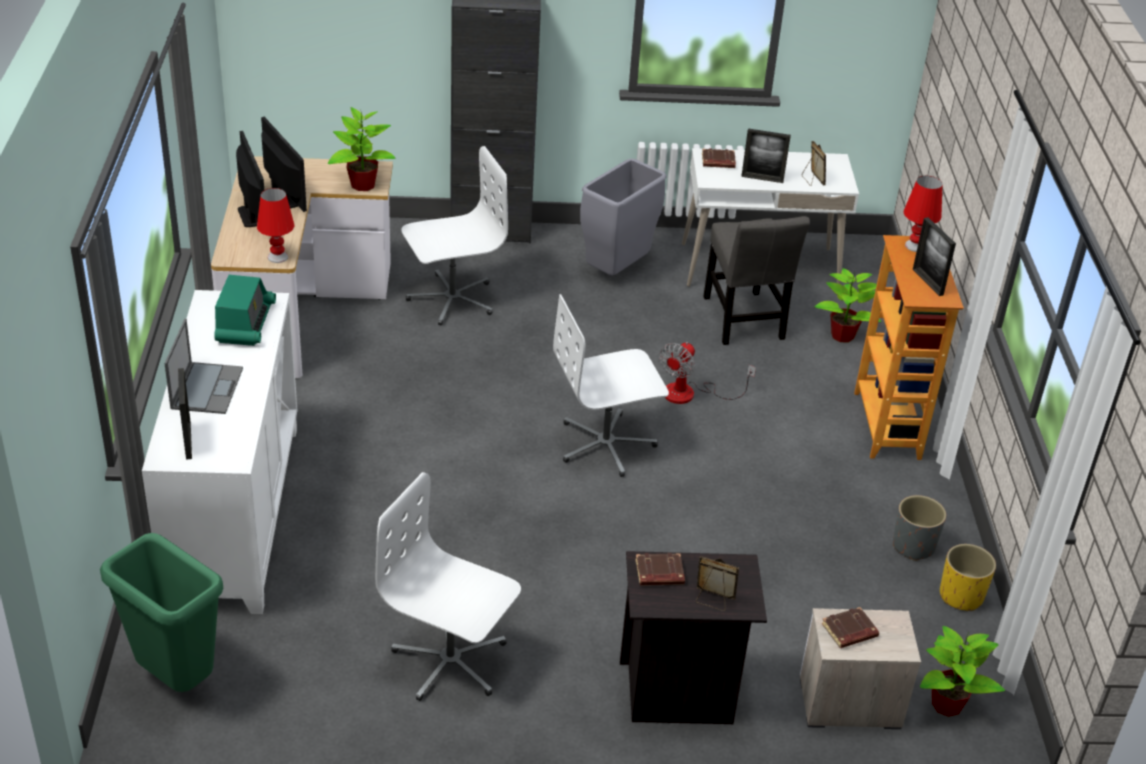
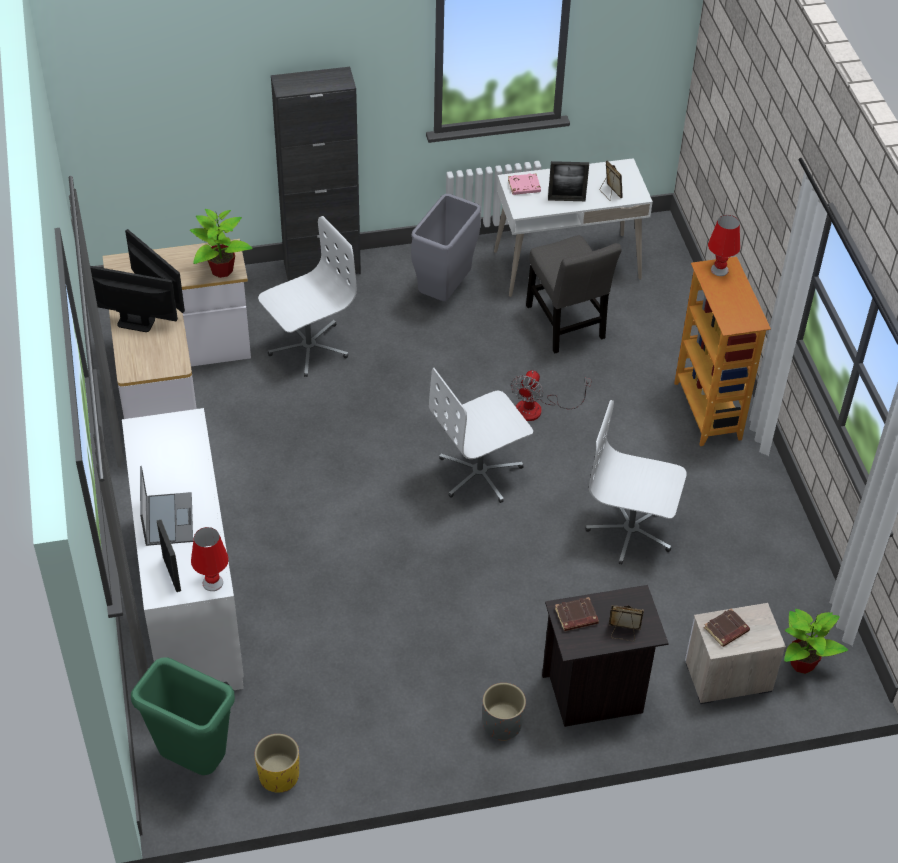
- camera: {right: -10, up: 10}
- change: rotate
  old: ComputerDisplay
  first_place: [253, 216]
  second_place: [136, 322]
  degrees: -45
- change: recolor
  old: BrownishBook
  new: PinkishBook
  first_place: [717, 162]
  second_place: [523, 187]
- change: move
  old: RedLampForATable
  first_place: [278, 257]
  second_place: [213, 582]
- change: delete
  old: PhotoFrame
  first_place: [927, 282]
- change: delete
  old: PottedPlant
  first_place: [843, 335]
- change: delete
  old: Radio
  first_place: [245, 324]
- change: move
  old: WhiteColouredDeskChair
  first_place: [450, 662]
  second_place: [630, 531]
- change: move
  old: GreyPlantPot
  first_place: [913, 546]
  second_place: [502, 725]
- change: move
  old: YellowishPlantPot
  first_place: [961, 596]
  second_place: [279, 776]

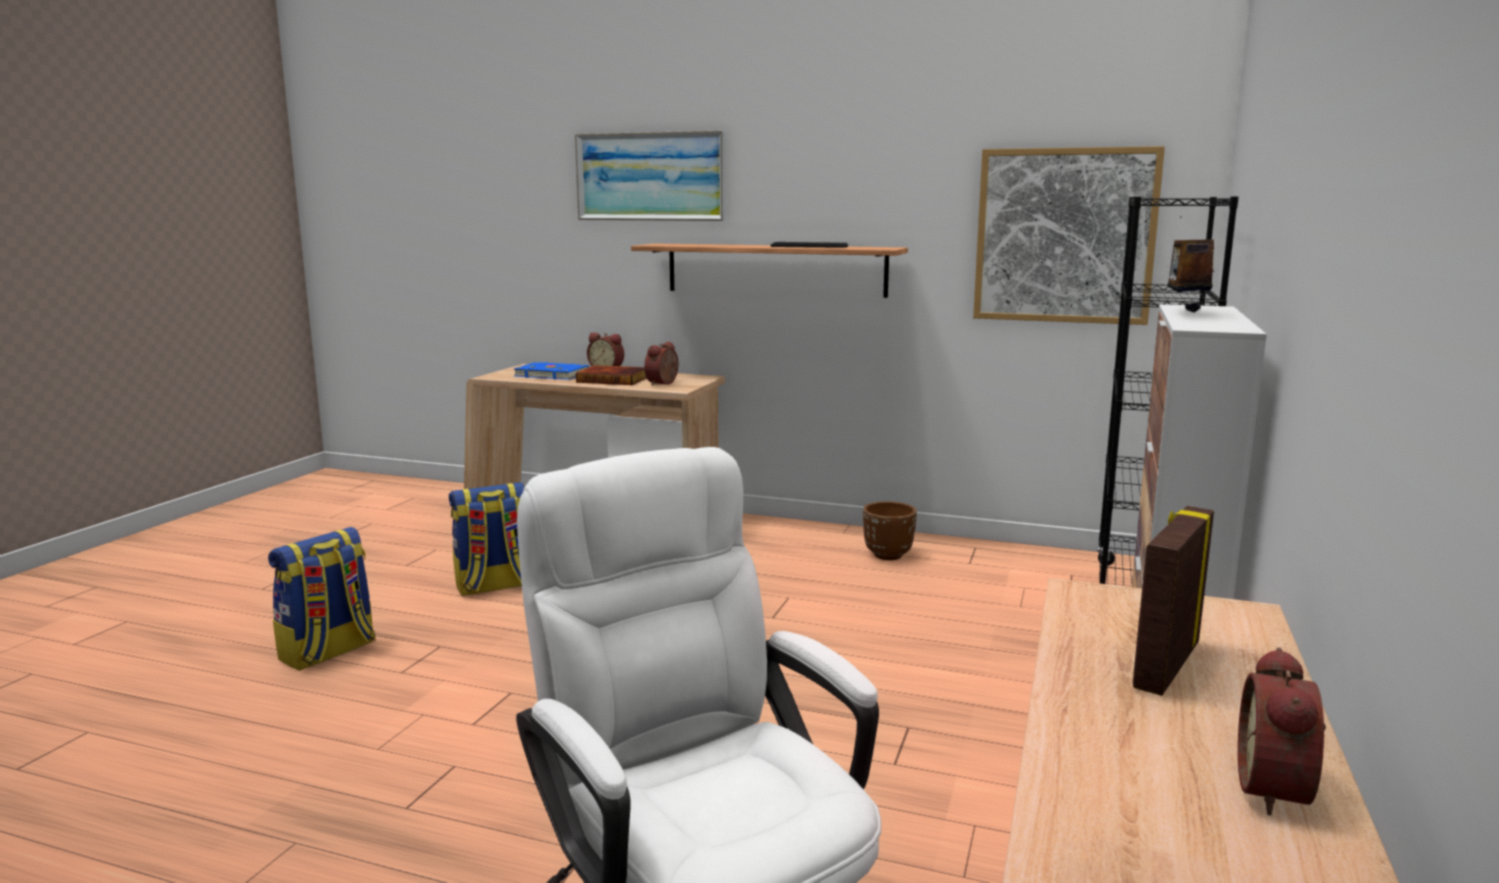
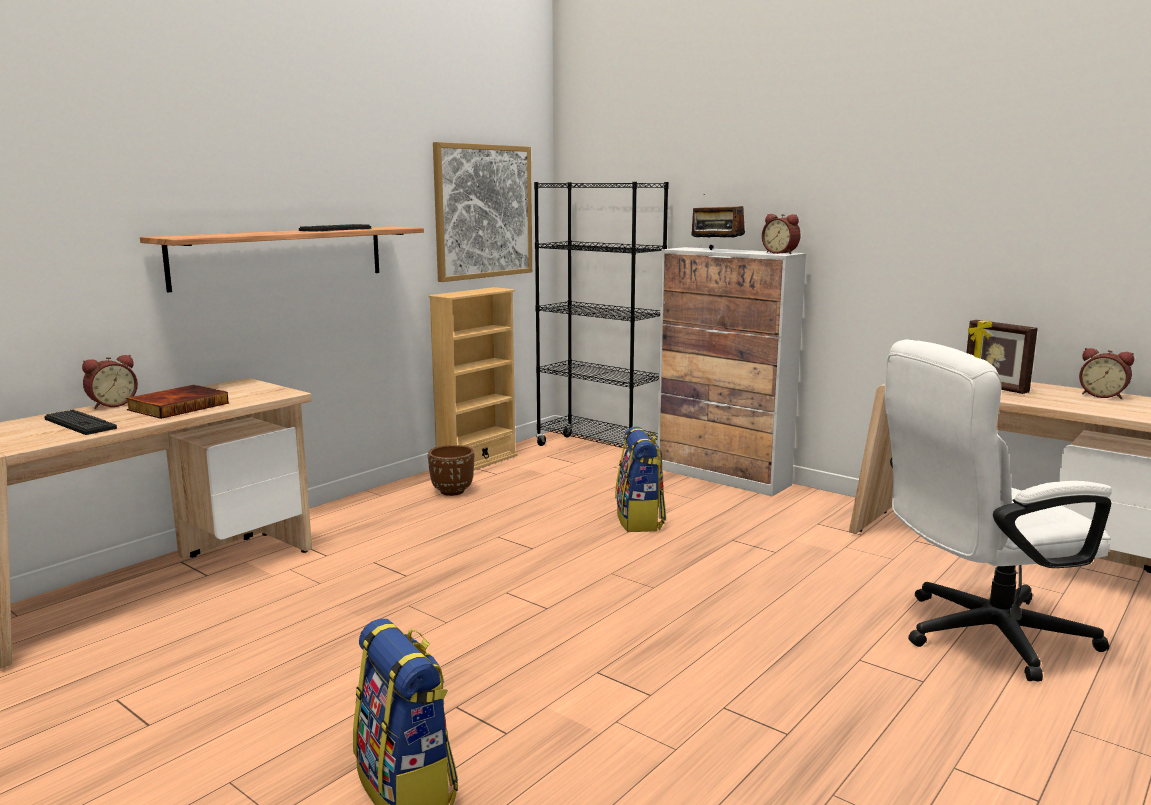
- camera: {right: -70, up: 0}
- change: delete
  old: Picture
  first_place: [650, 176]
- change: move
  old: TableClock
  first_place: [664, 383]
  second_place: [781, 253]
- change: replace
  old: BluishBook
  new: PcKeyboard
  first_place: [552, 374]
  second_place: [80, 423]
- change: move
  old: Backpack
  first_place: [493, 586]
  second_place: [640, 521]
- change: insert
  new: BeigeBookcase
  second_place: [477, 463]

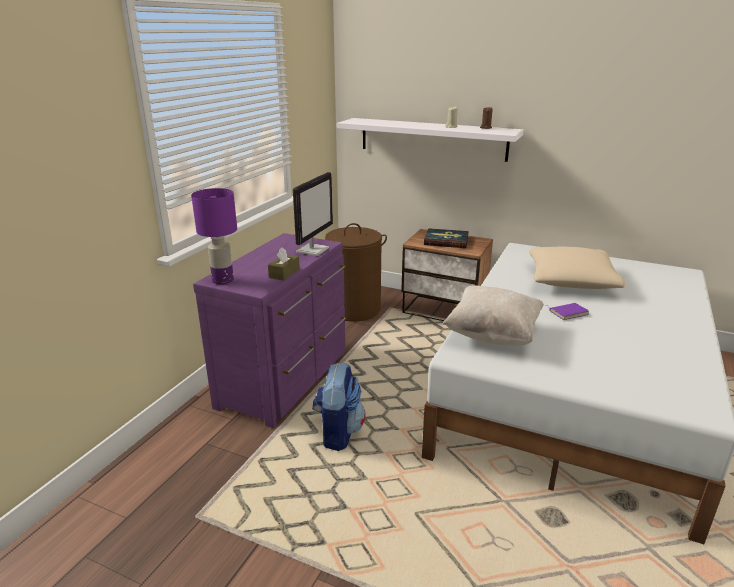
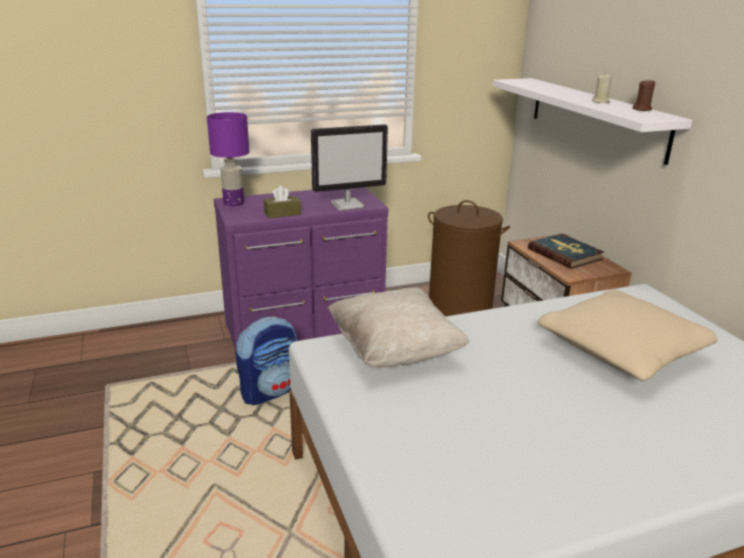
- camera: {right: 45, up: 0}
- change: delete
  old: PurplishBook
  first_place: [568, 312]

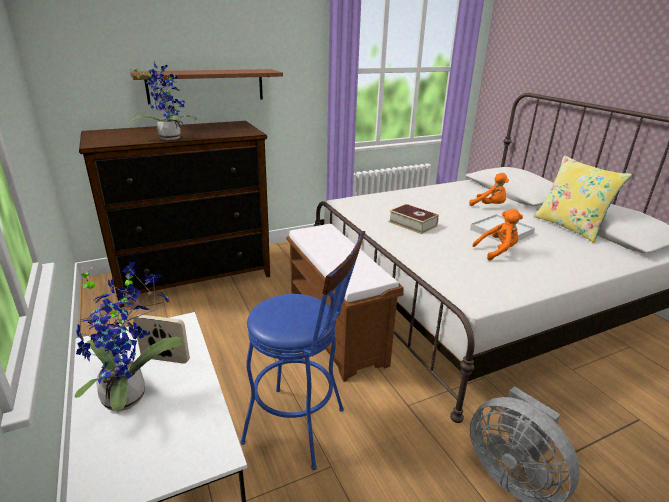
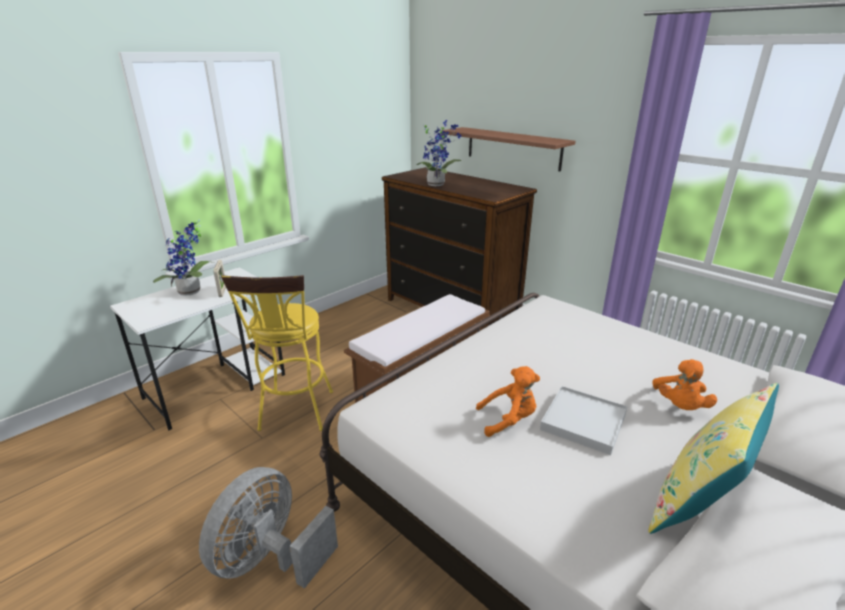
- camera: {right: 70, up: 0}
- change: delete
  old: Book
  first_place: [412, 224]
- change: rotate
  old: OrangeColouredSoftToy
  first_place: [497, 251]
  second_place: [509, 420]
  degrees: -60
- change: recolor
  old: BluishStoolSeat
  new: YellowishStoolSeat
  first_place: [303, 428]
  second_place: [295, 414]

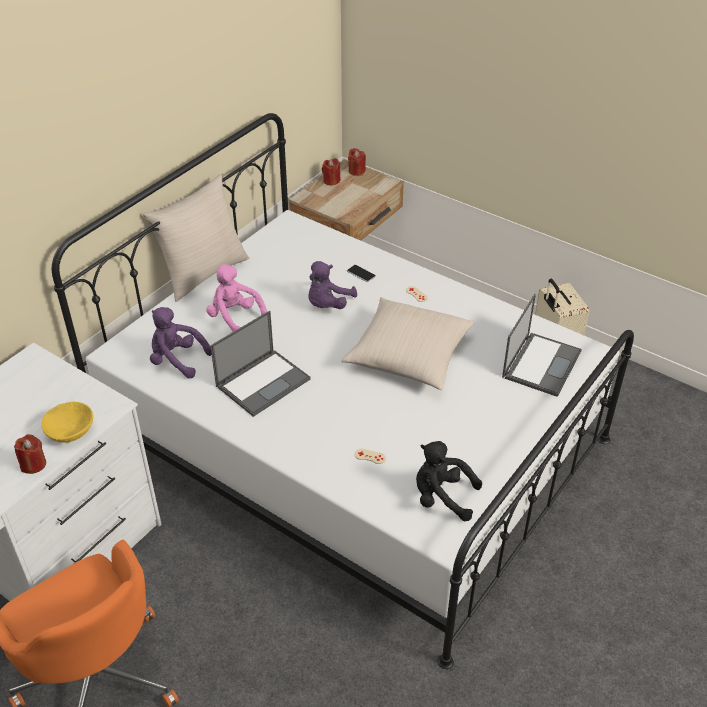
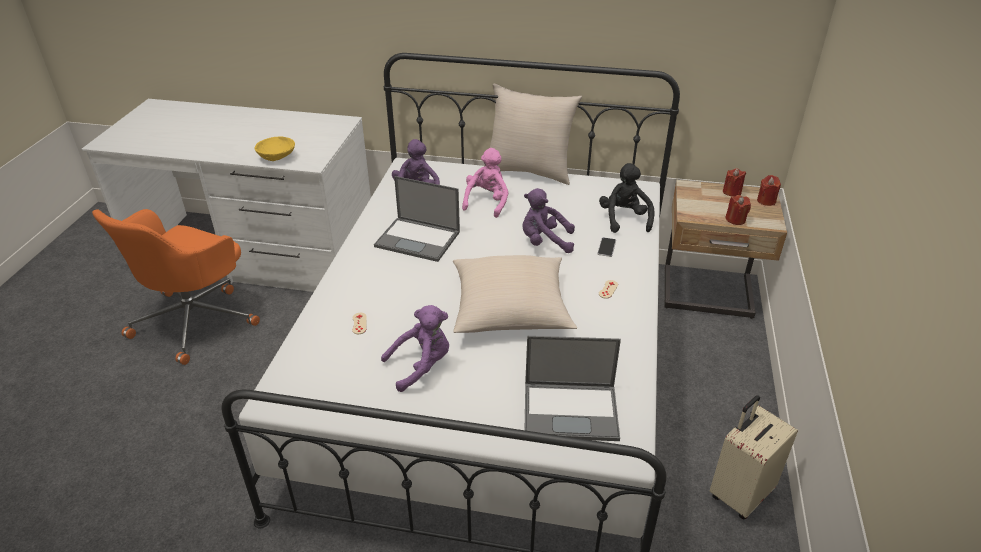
- camera: {right: 65, up: -5}
- change: move
  old: RedCandle
  first_place: [33, 464]
  second_place: [735, 219]
- change: move
  old: BlackishSoftToy
  first_place: [442, 497]
  second_place: [624, 219]
- change: insert
  new: PurplishSoftToy
  second_place: [421, 366]

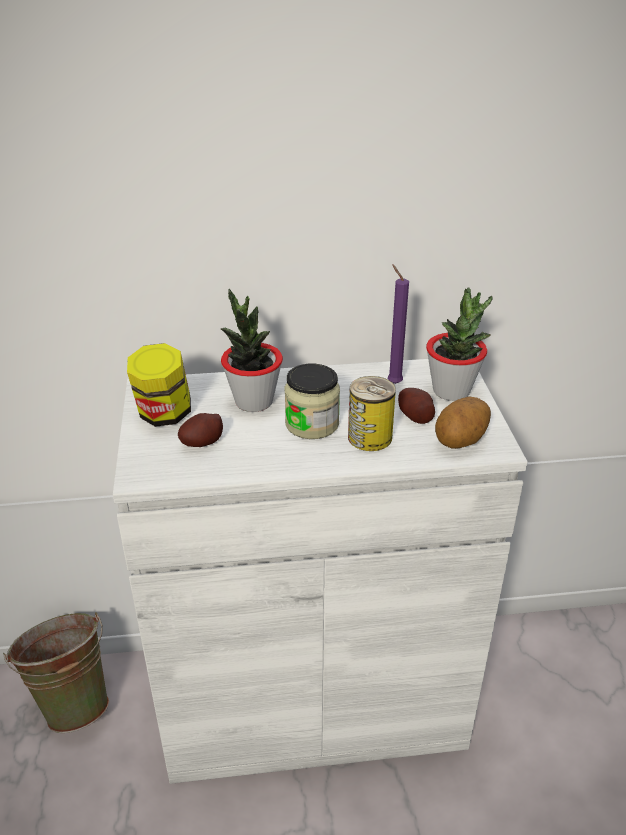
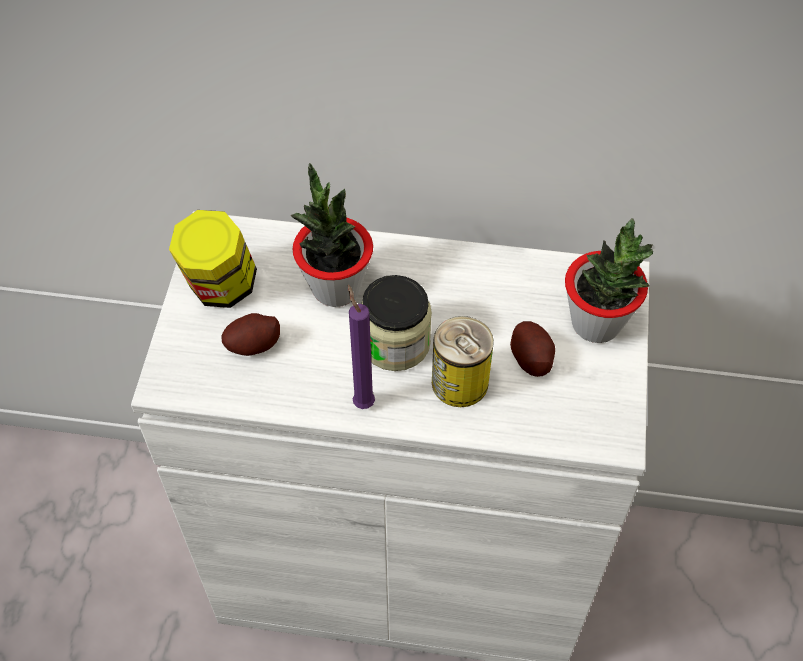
- camera: {right: 15, up: 20}
- change: move
  old: PurplishCandle
  first_place: [393, 382]
  second_place: [362, 401]
- change: delete
  old: Spud
  first_place: [461, 441]
- change: delete
  old: GreenWaterBucket
  first_place: [73, 701]

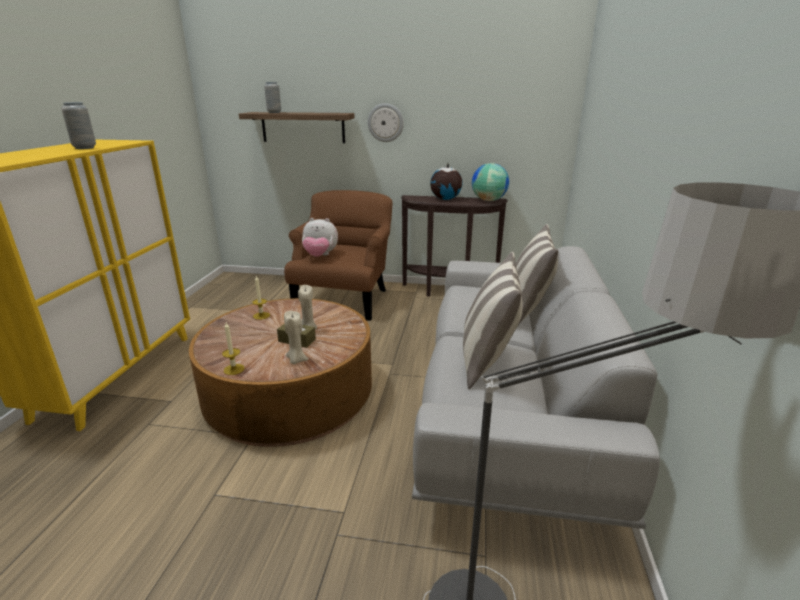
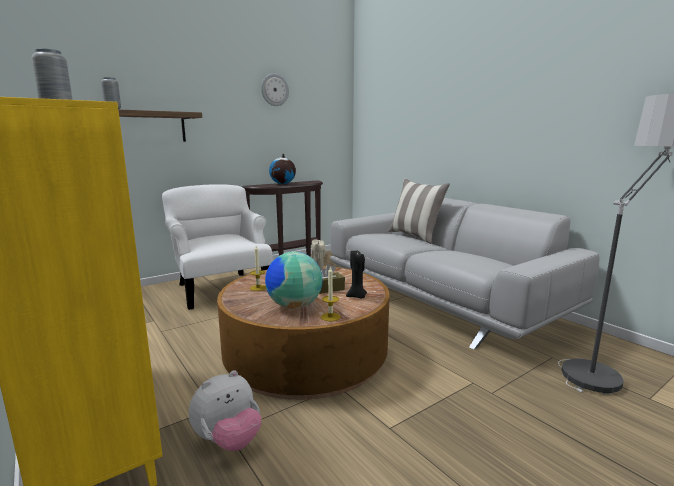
- camera: {right: -45, up: -10}
- change: move
  old: WallClock
  first_place: [385, 122]
  second_place: [274, 90]
- change: move
  old: DeskGlobe
  first_place: [488, 200]
  second_place: [294, 306]
- change: recolor
  old: BrownishLoungeChair
  new: WhiteColouredLoungeChair
  first_place: [344, 299]
  second_place: [220, 288]
- change: move
  old: SoftToy
  first_place: [320, 256]
  second_place: [228, 441]
- change: delete
  old: Cushion
  first_place: [487, 360]
- change: recolor
  old: BeigeCandle
  new: BlackishCandle
  first_place: [296, 360]
  second_place: [357, 296]

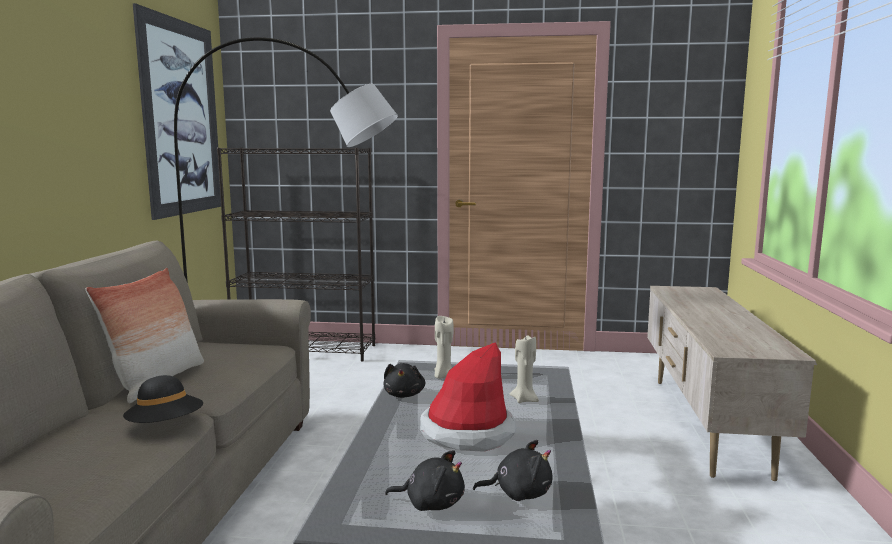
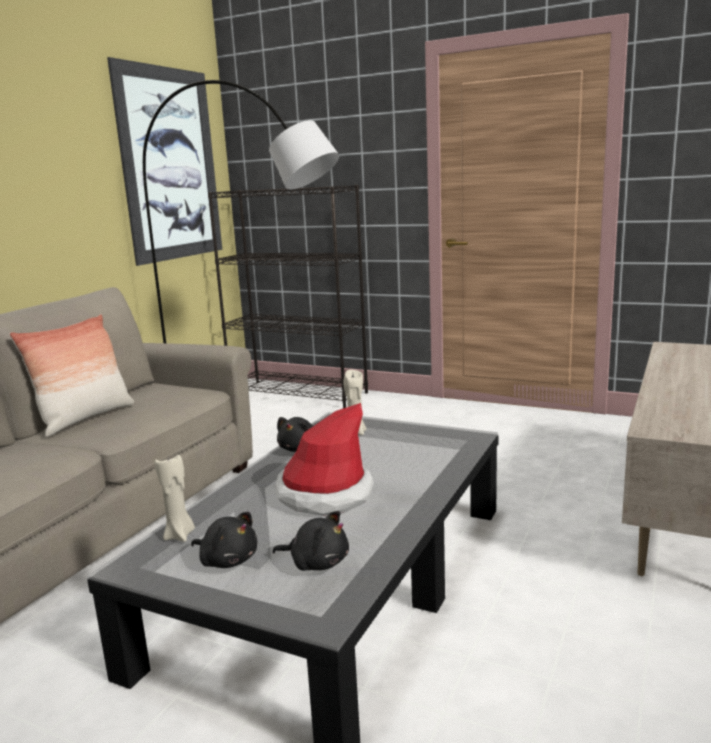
- camera: {right: 20, up: 5}
- change: move
  old: BeigeCandle
  first_place: [524, 399]
  second_place: [180, 535]
- change: delete
  old: BlackishHat
  first_place: [166, 426]

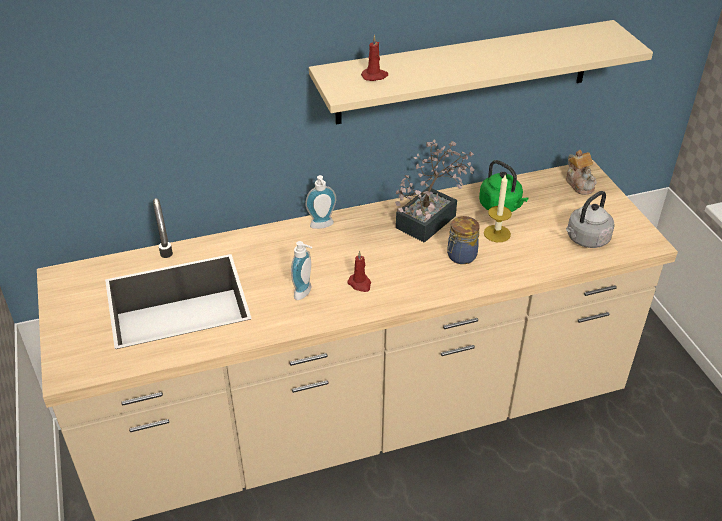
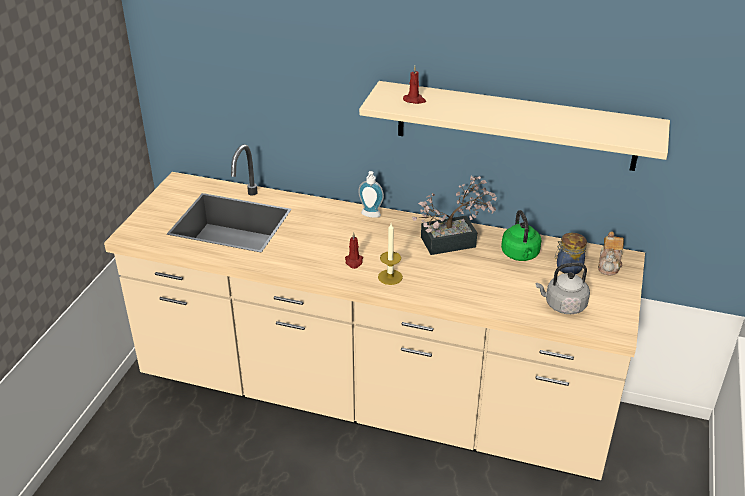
- camera: {right: 35, up: -5}
- change: move
  old: Candle
  first_place: [497, 233]
  second_place: [390, 277]
- change: move
  old: PreserveJar
  first_place: [460, 256]
  second_place: [567, 268]
- change: delete
  old: SoapBottle
  first_place: [305, 293]

